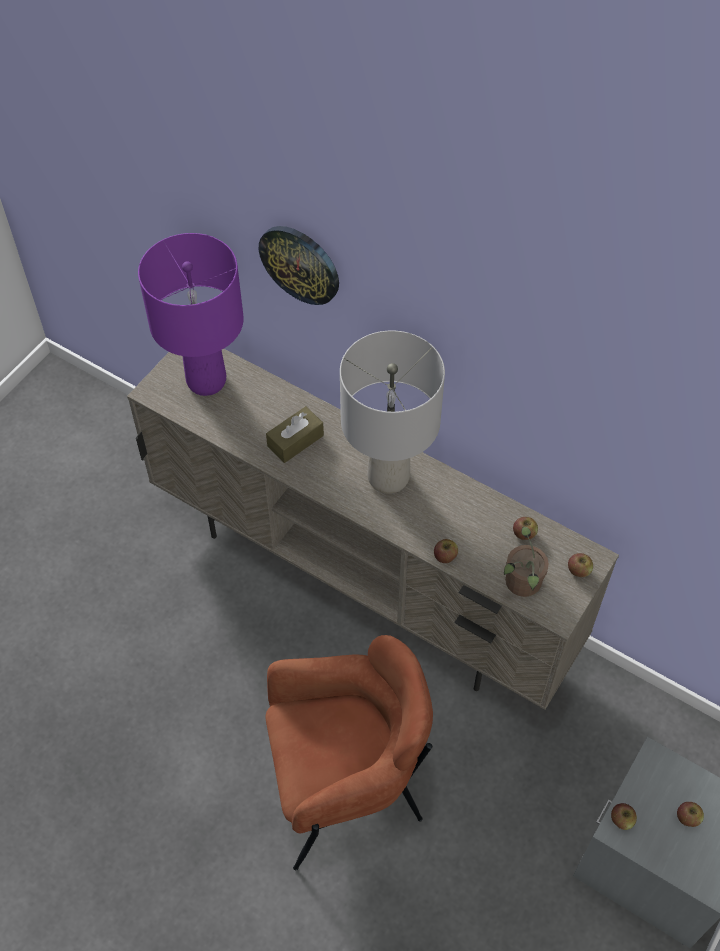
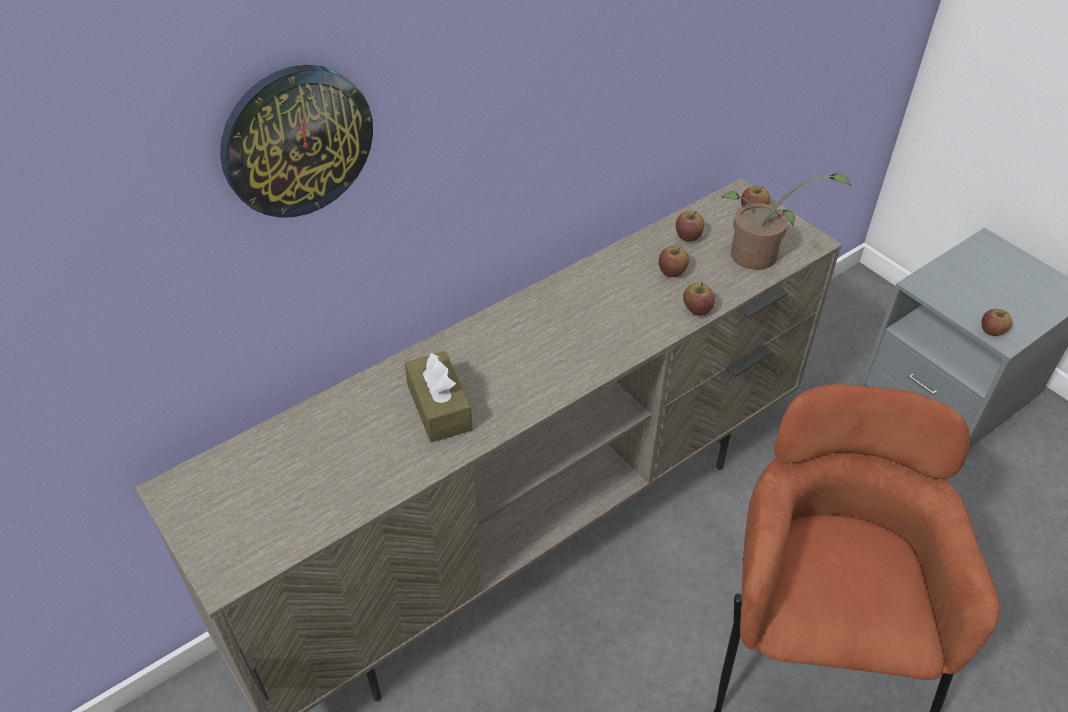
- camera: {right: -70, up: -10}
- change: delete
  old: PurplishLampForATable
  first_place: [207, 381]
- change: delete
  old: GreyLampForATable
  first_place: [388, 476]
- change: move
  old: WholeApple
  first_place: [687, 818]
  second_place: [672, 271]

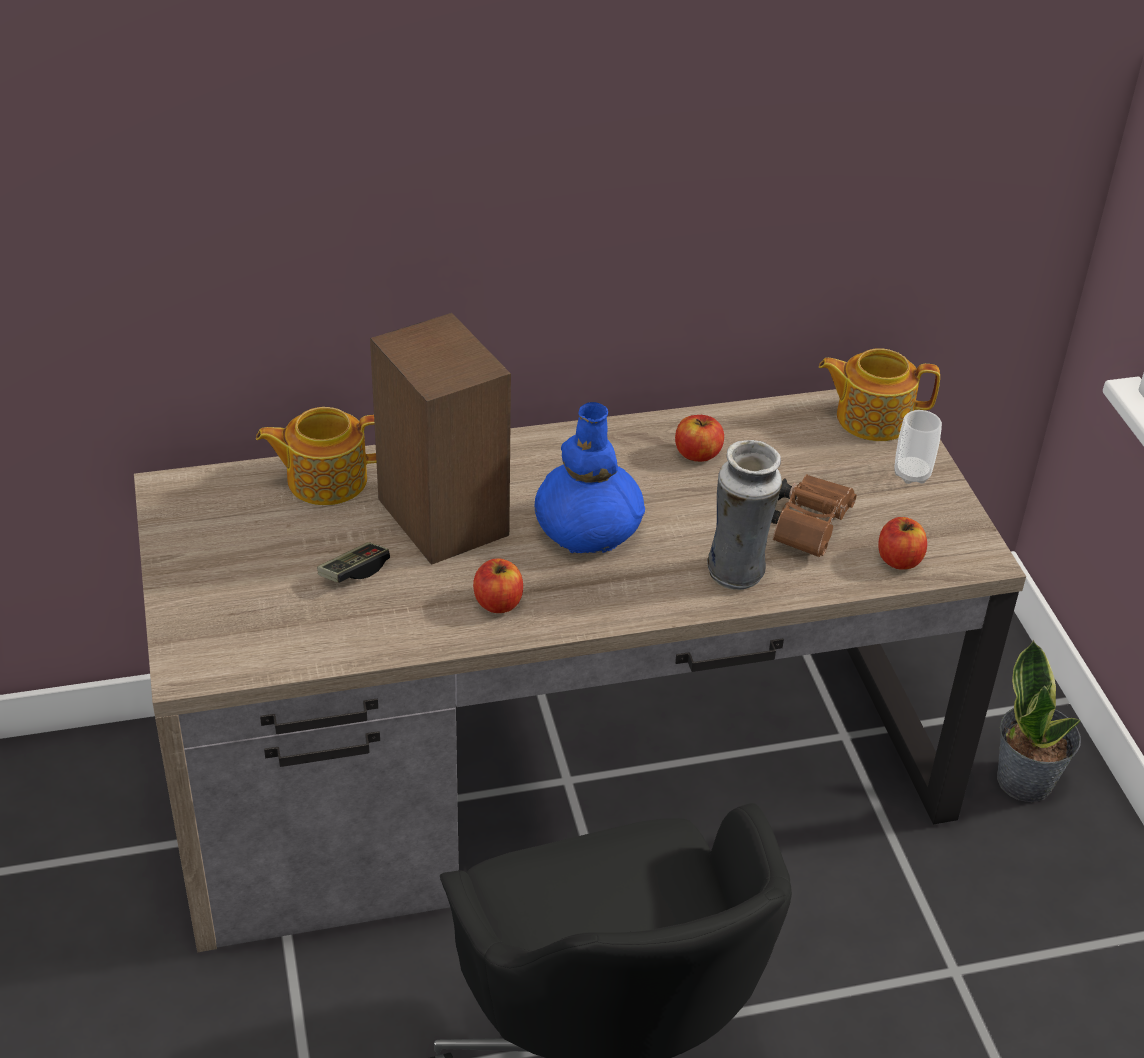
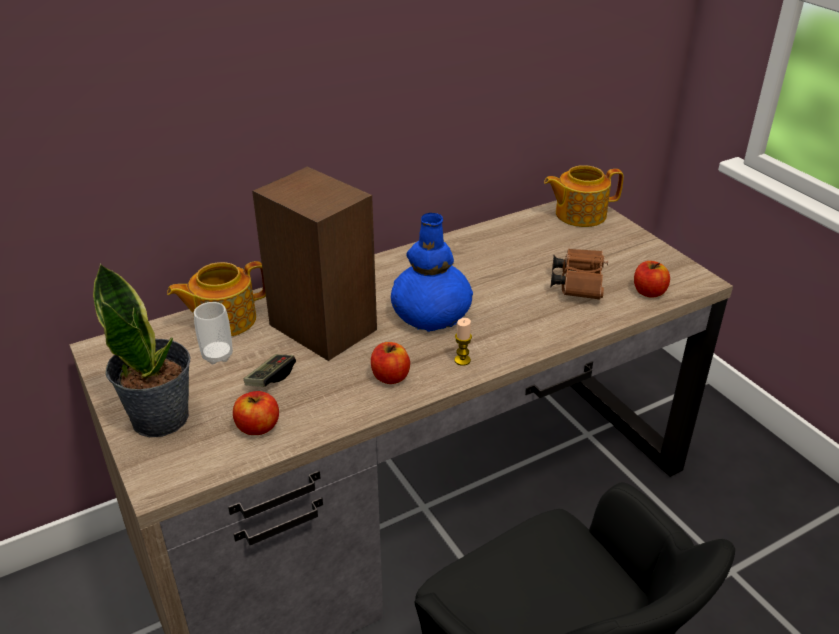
- camera: {right: -15, up: -5}
- change: move
  old: DrinkingCup
  first_place: [912, 474]
  second_place: [217, 355]
- change: move
  old: WholeApple
  first_place: [697, 454]
  second_place: [258, 427]
- change: delete
  old: FlowerVase
  first_place: [737, 573]
- change: move
  old: PottedPlant
  first_place: [1026, 780]
  second_place: [161, 417]
- change: insert
  new: Candle
  second_place: [462, 360]

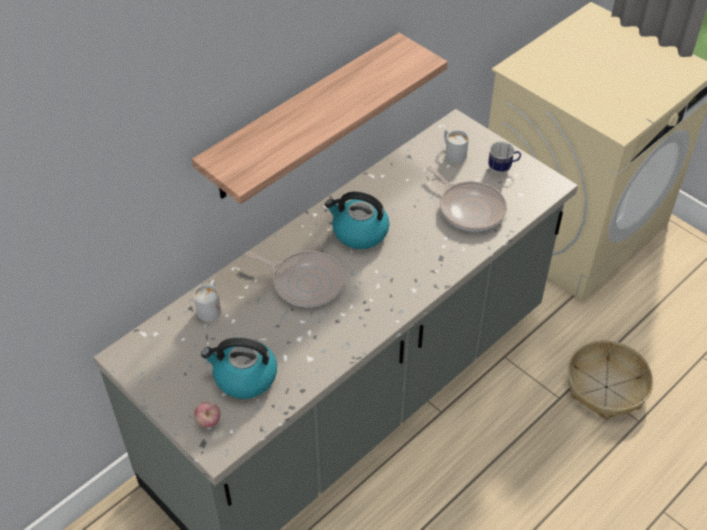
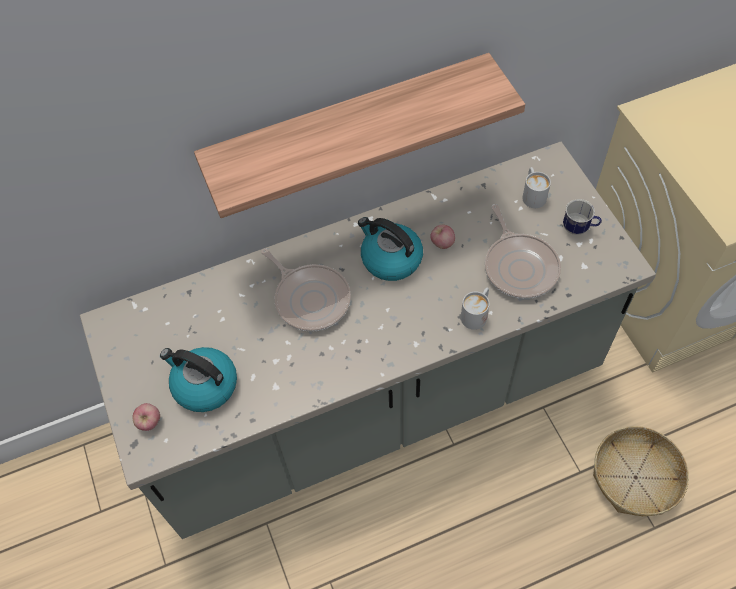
- camera: {right: 25, up: 10}
- change: move
  old: WhiteColouredMug
  first_place: [210, 307]
  second_place: [476, 313]
- change: insert
  new: WholeApple
  second_place: [442, 243]

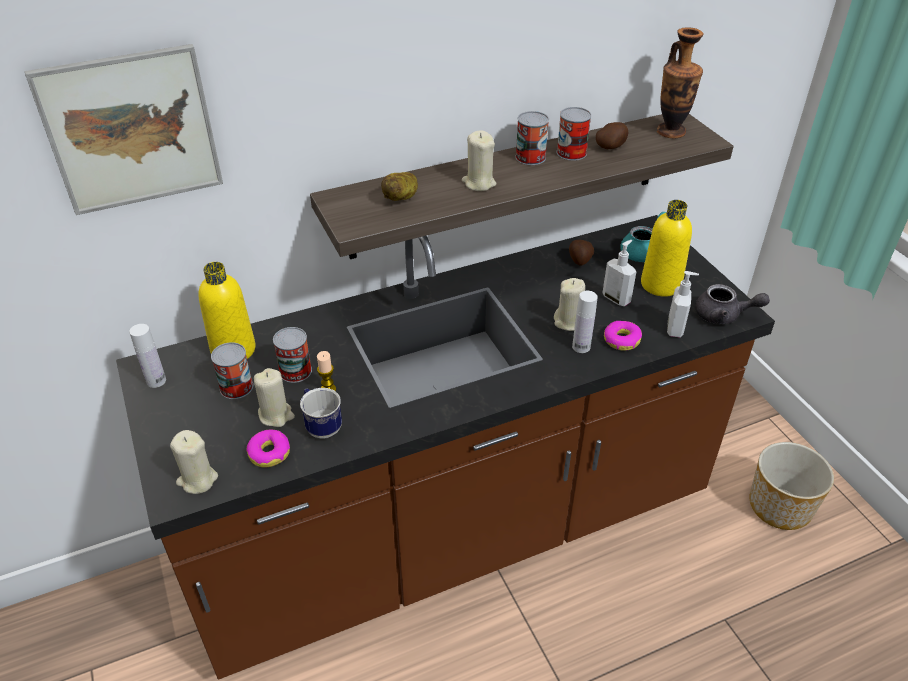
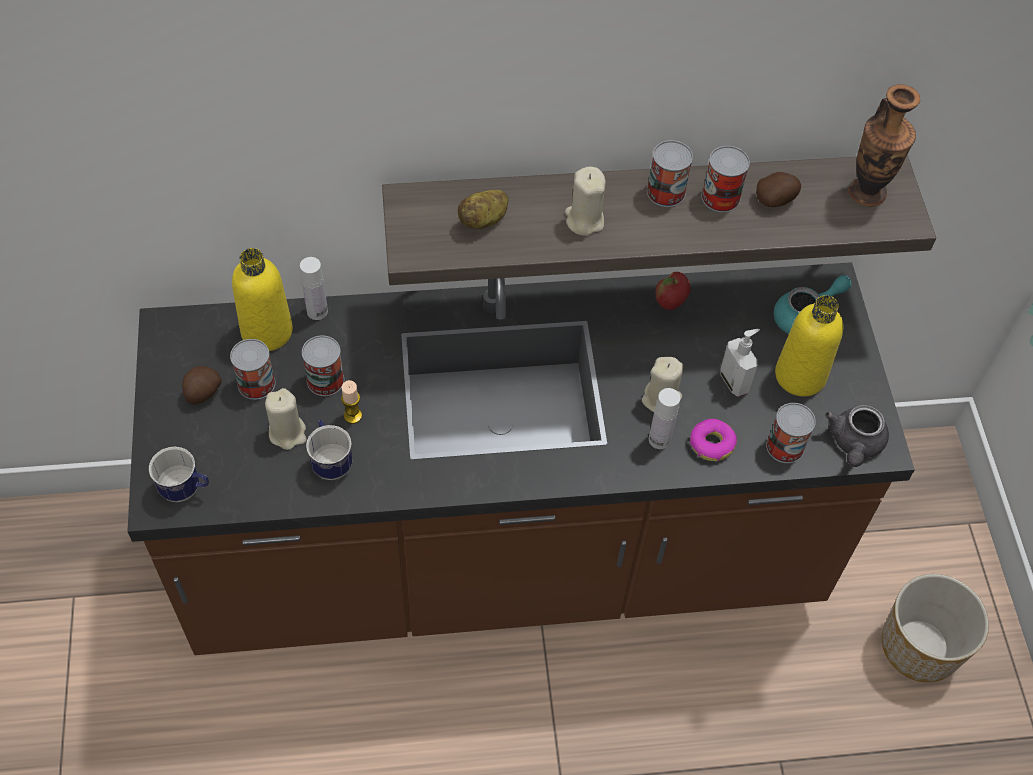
- camera: {right: 15, up: 15}
- change: delete
  old: Picture
  first_place: [131, 130]
- change: move
  old: Spud
  first_place: [579, 260]
  second_place: [202, 393]
- change: replace
  old: SoapBottle
  new: SealedCan
  first_place: [676, 329]
  second_place: [785, 446]
- change: rotate
  old: GreyPotForTea
  first_place: [723, 316]
  second_place: [854, 444]
  degrees: 75
- change: move
  old: WhiteColouredDrinkBottle
  first_place: [156, 381]
  second_place: [317, 311]
- change: delete
  old: Doughnut
  first_place: [269, 453]
- change: replace
  old: BeigeCandle
  new: Mug
  first_place: [197, 479]
  second_place: [186, 490]
- change: insert
  new: WholeApple
  second_place: [670, 303]

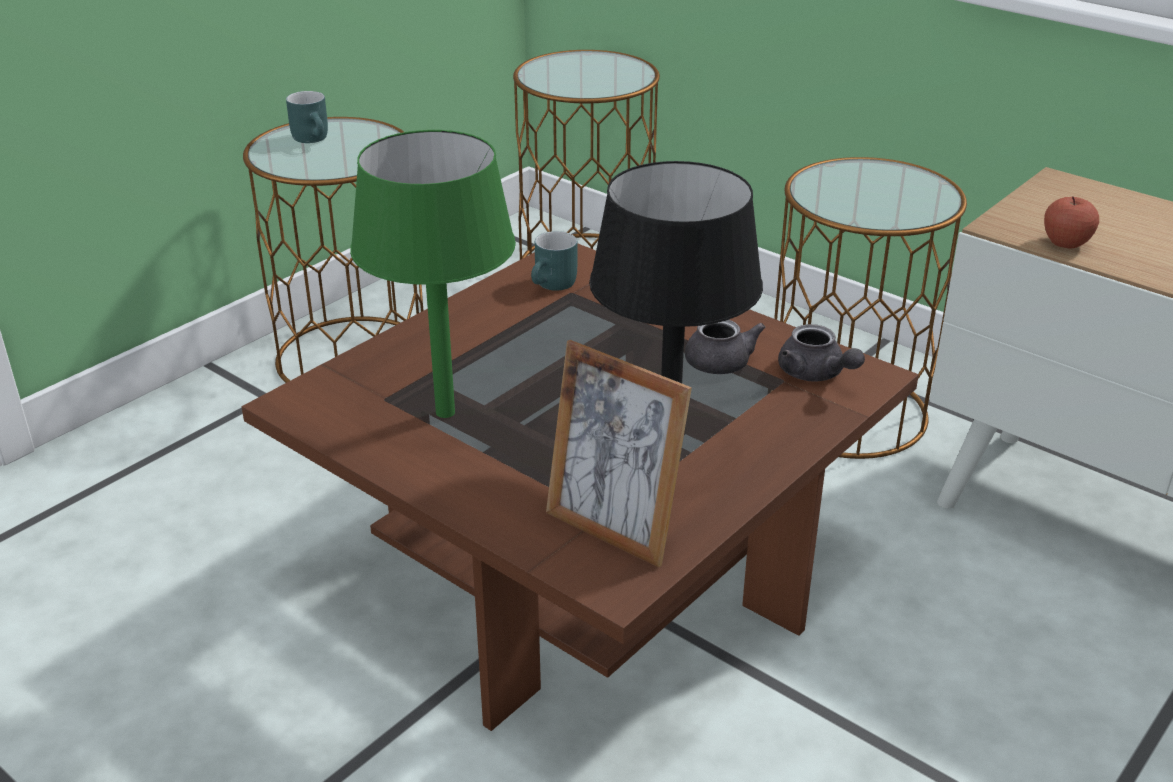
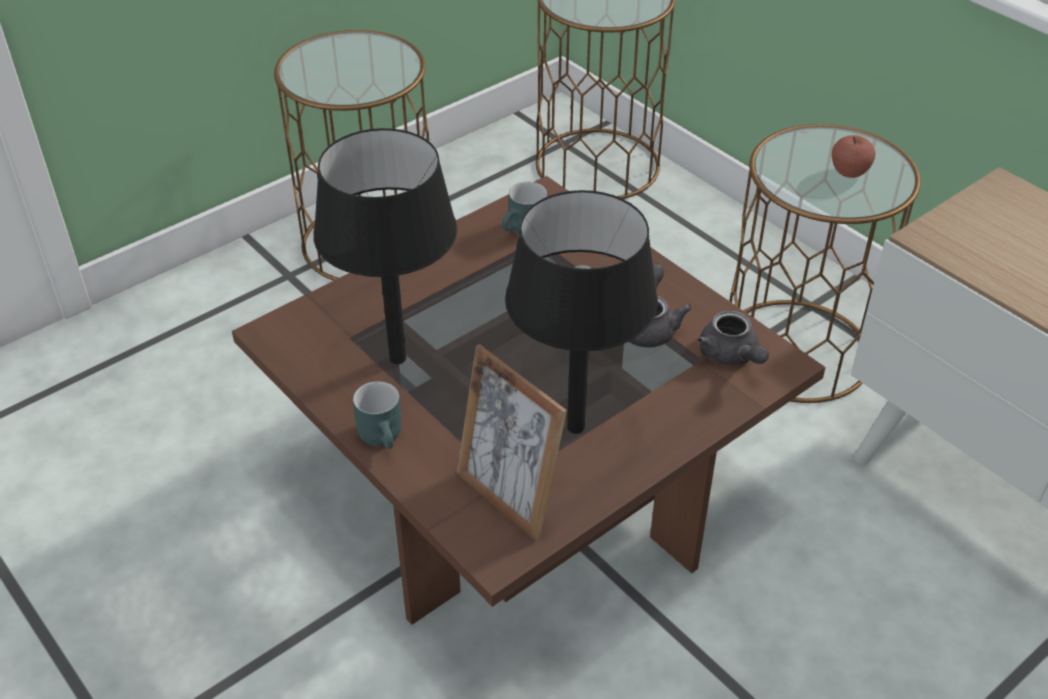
- camera: {right: 10, up: 10}
- change: move
  old: BlueGreenMug
  first_place: [315, 139]
  second_place: [385, 436]
- change: recolor
  old: GreenLampForATable
  new: BlackishLampForATable
  first_place: [444, 412]
  second_place: [397, 358]
- change: move
  old: WholeApple
  first_place: [1065, 243]
  second_place: [849, 172]

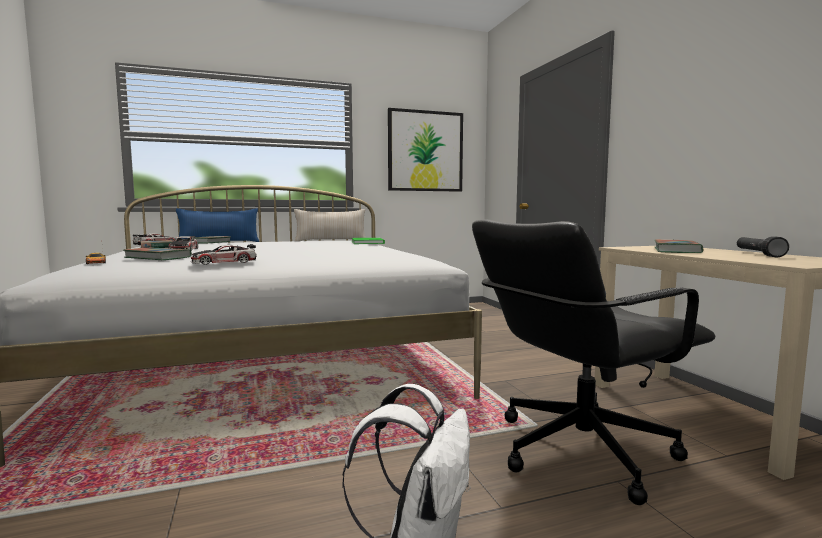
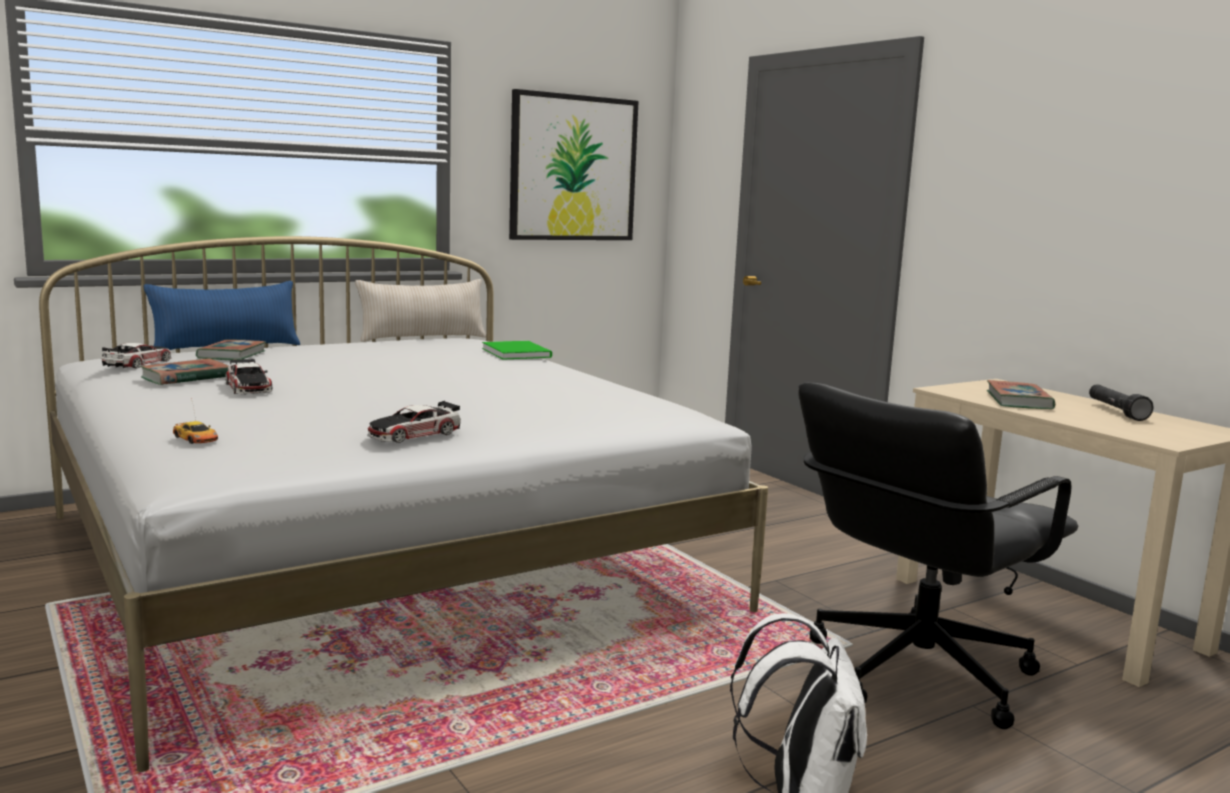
- camera: {right: -15, up: 5}
- change: delete
  old: Book
  first_place: [158, 258]

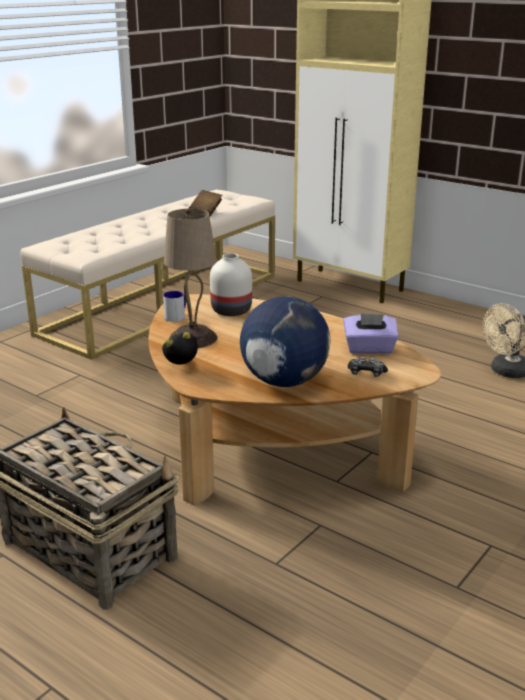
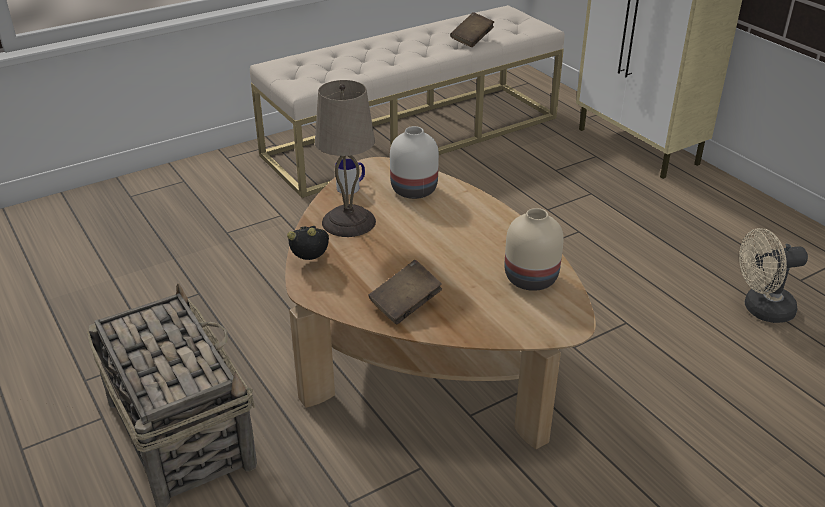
- camera: {right: 20, up: 10}
- change: replace
  old: DeskGlobe
  new: BrownishBook
  first_place: [284, 381]
  second_place: [405, 305]
- change: replace
  old: PurplishTissueHolder
  new: BeigeFlowerVase
  first_place: [369, 349]
  second_place: [532, 278]
- change: delete
  old: Joypad
  first_place: [366, 373]

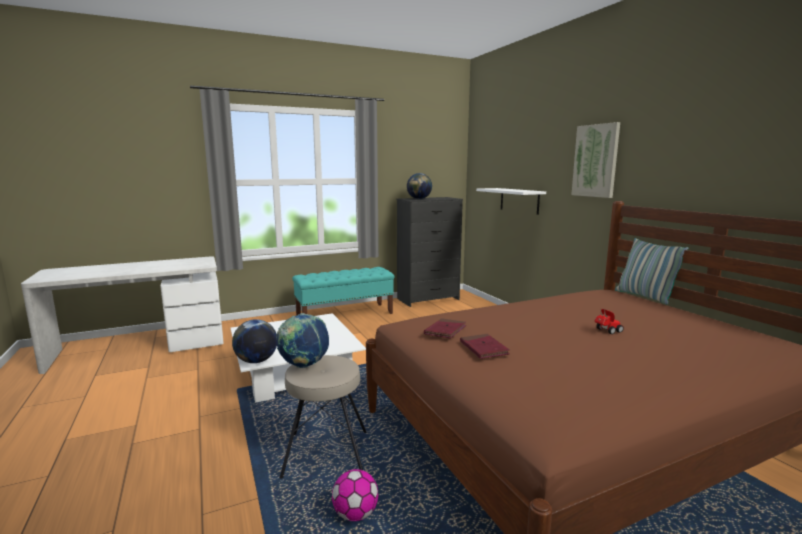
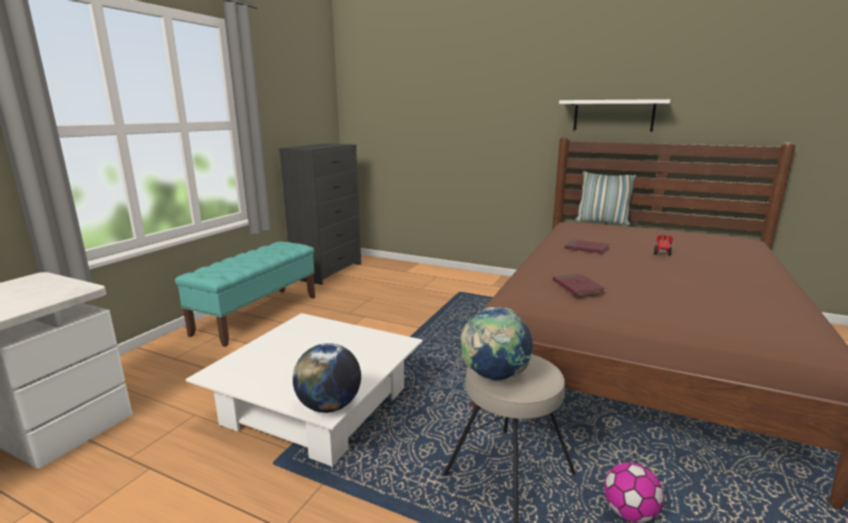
- camera: {right: -40, up: 5}
- change: delete
  old: Picture
  first_place: [595, 161]
- change: delete
  old: DeskGlobe
  first_place: [419, 199]
- change: move
  old: WhiteColouredBracketShelf
  first_place: [519, 200]
  second_place: [613, 115]
- change: move
  old: RedBook
  first_place: [483, 348]
  second_place: [586, 248]

